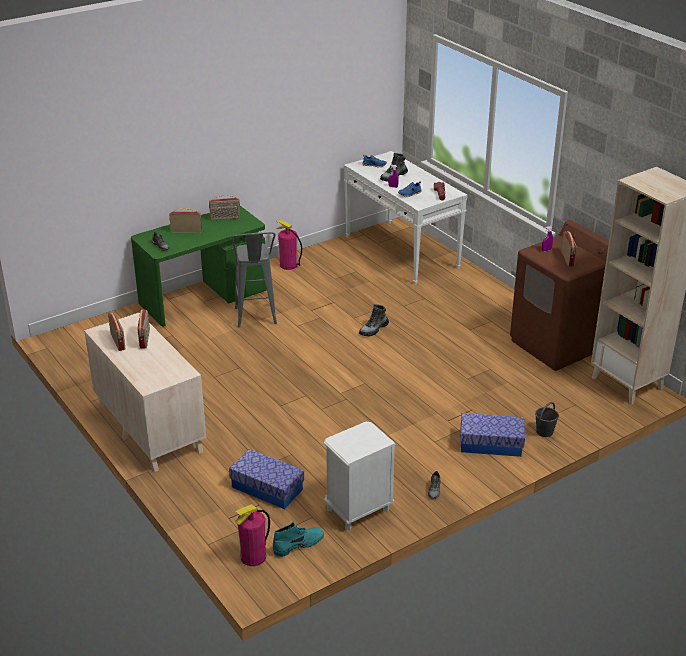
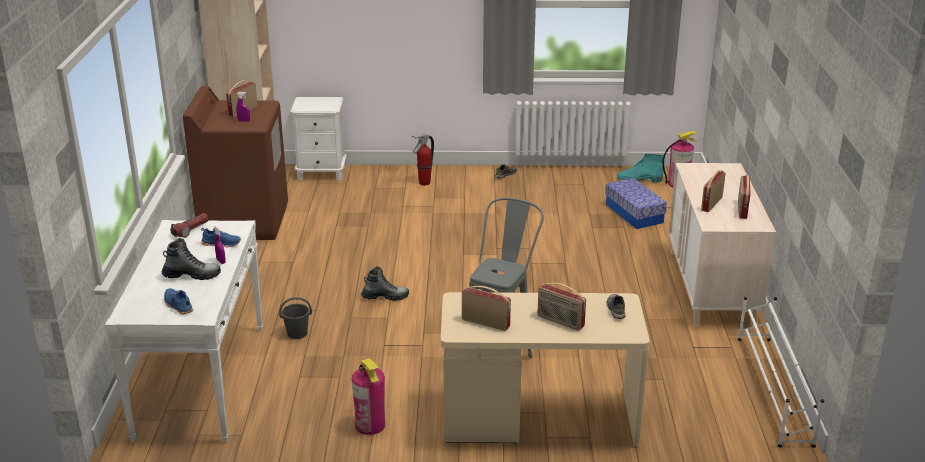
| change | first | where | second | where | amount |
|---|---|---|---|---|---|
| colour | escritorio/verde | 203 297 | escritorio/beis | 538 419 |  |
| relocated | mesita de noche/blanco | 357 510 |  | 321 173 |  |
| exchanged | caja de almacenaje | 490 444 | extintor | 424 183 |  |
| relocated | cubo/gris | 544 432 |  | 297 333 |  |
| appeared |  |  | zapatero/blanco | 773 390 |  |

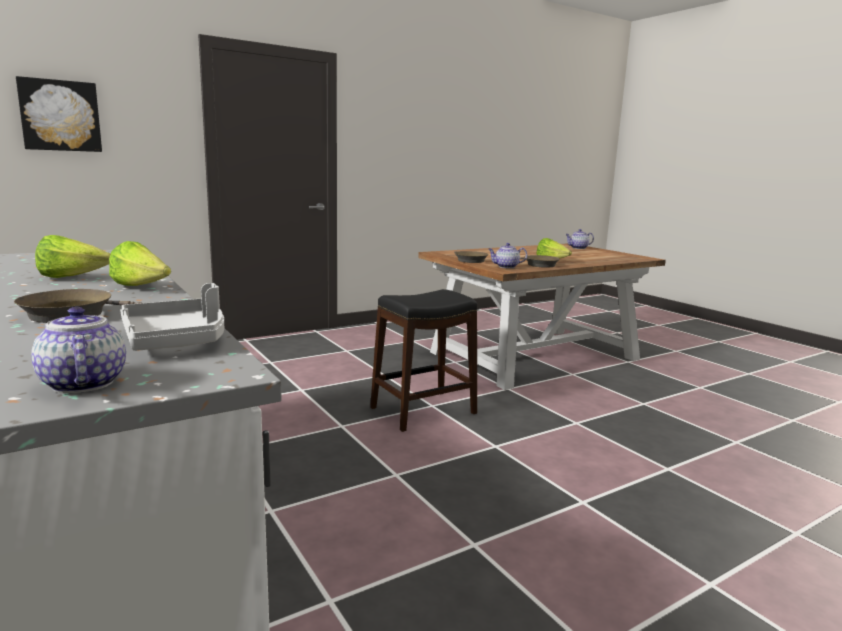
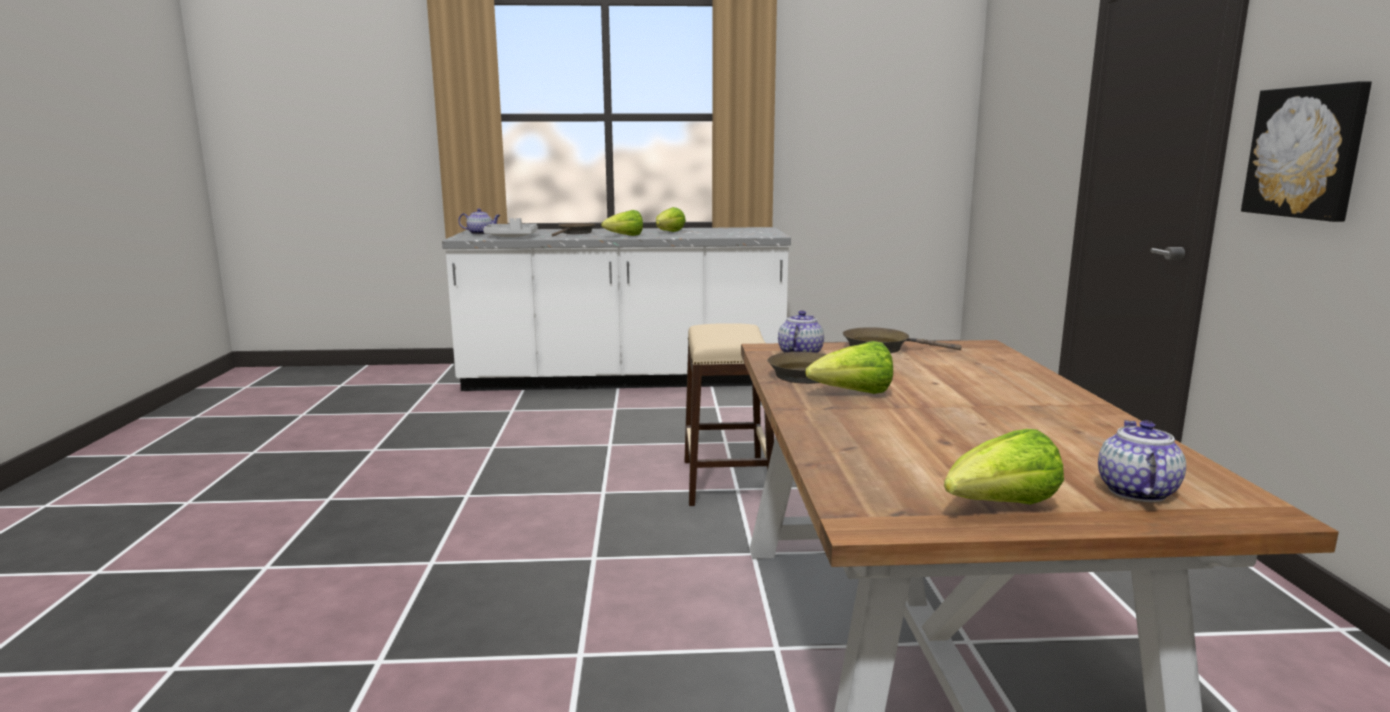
| change | first | where | second | where | amount |
|---|---|---|---|---|---|
| relocated | cuadro | 60 116 |  | 1307 152 |  |
| colour | taburete/negro | 422 410 | taburete/beis | 727 481 |  |
| appeared |  |  | lechuga | 1001 507 |  |

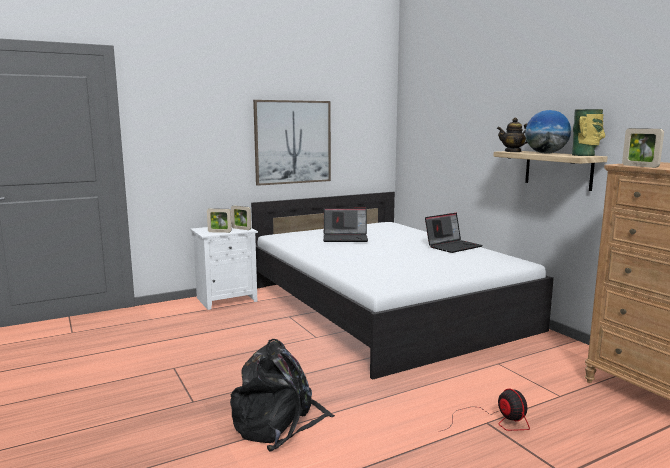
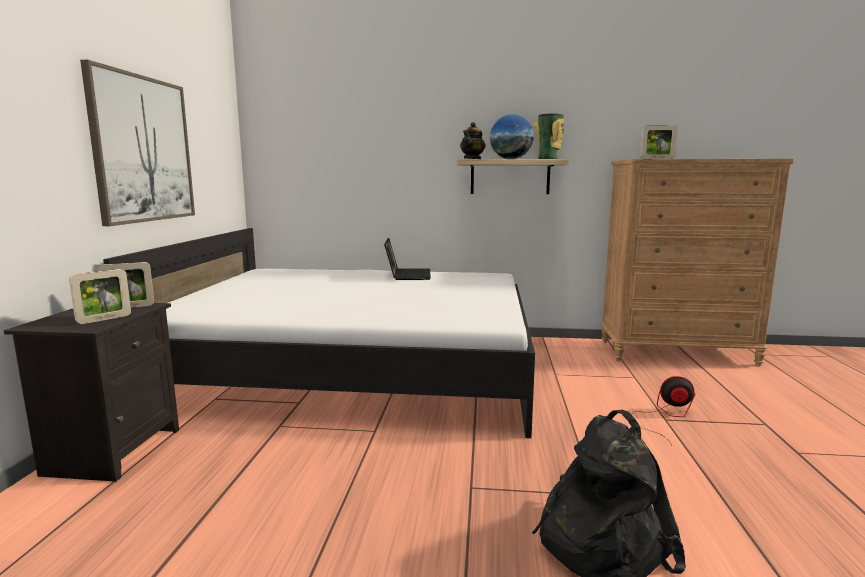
| change | first | where | second | where | amount |
|---|---|---|---|---|---|
| colour | mesita de noche/blanco | 227 299 | mesita de noche/negro | 113 450 |  |
| missing | portátil | 346 238 |  |  |  |

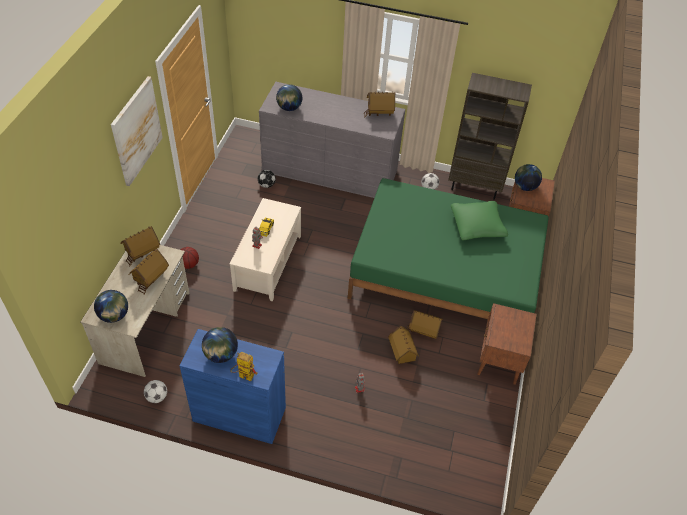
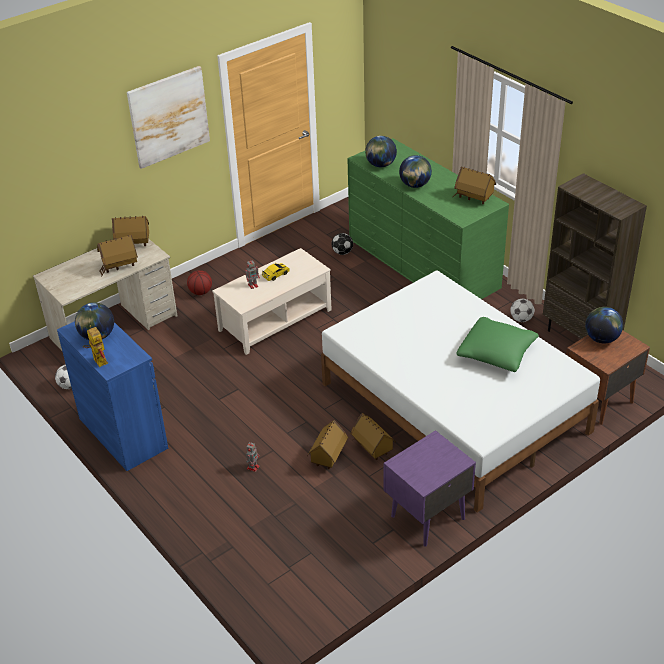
| change | first | where | second | where | amount |
|---|---|---|---|---|---|
| relocated | globo terráqueo | 114 315 |  | 415 185 |  |
| colour | cómoda/gris | 330 171 | cómoda/verde | 423 263 |  |
| colour | cama/verde | 445 274 | cama/blanco | 453 407 |  |
| colour | mesita de noche/marrón | 498 363 | mesita de noche/morado | 426 517 |  |

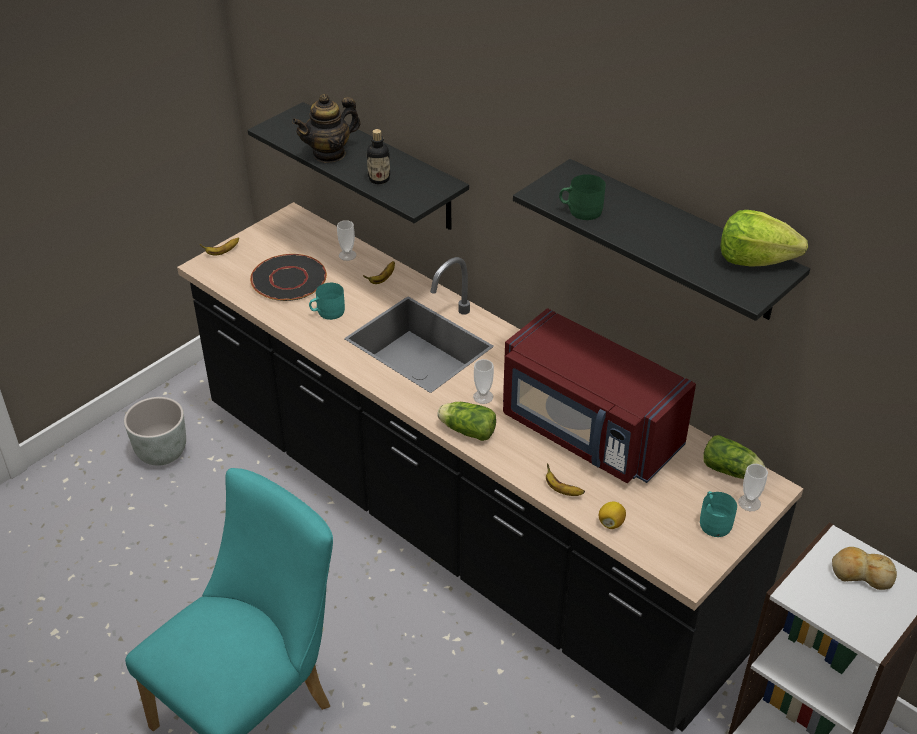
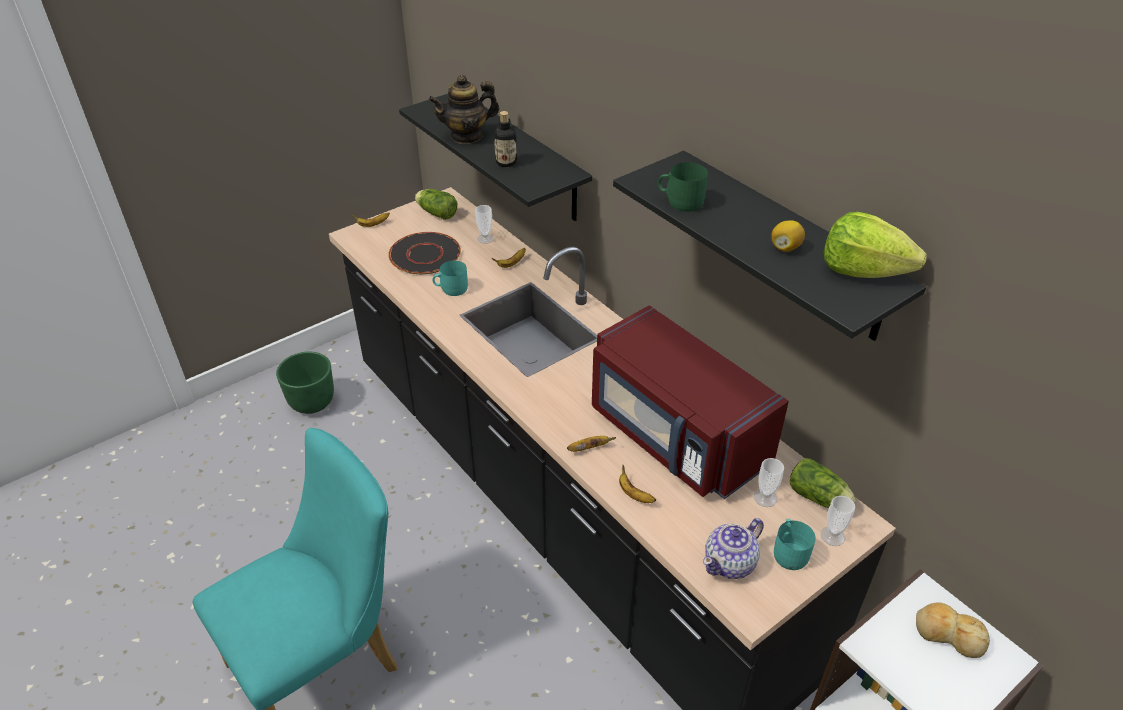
| change | first | where | second | where | amount |
|---|---|---|---|---|---|
| colour | maceta/gris | 162 453 | maceta/verde | 313 402 |  |
| relocated | lechuga | 466 430 |  | 436 212 |  |
| relocated | taza | 483 397 |  | 765 498 |  |
| relocated | limón | 611 523 |  | 785 248 |  |
| appeared |  |  | plátano | 589 448 |  |
| appeared |  |  | tetera | 730 563 |  |

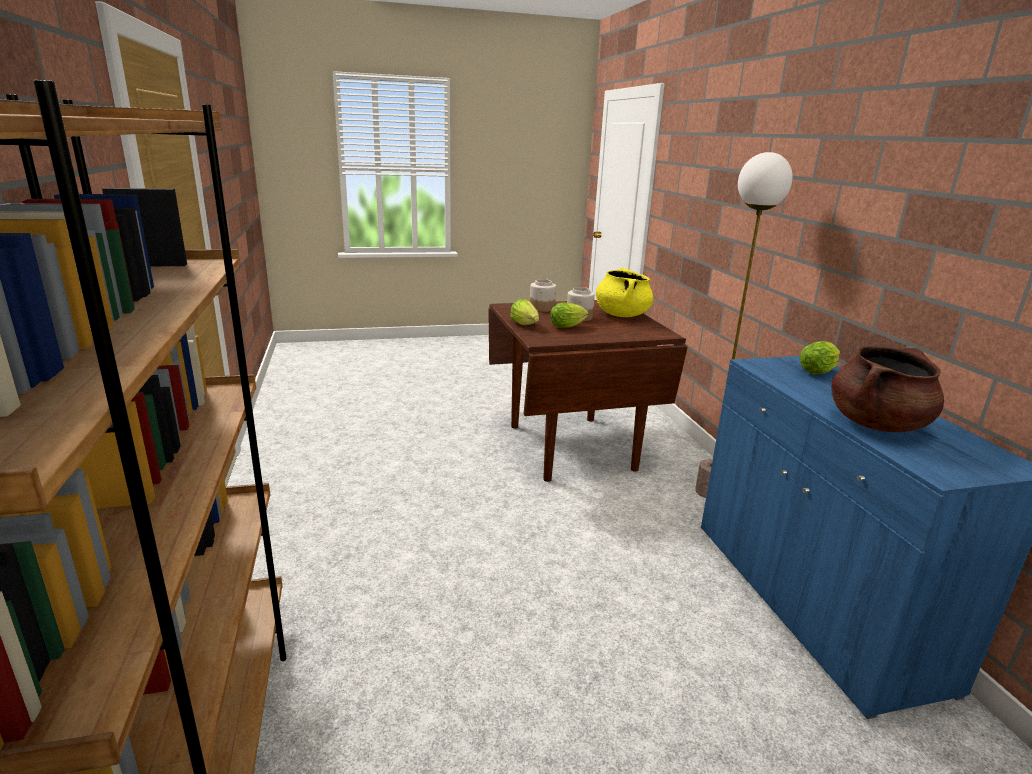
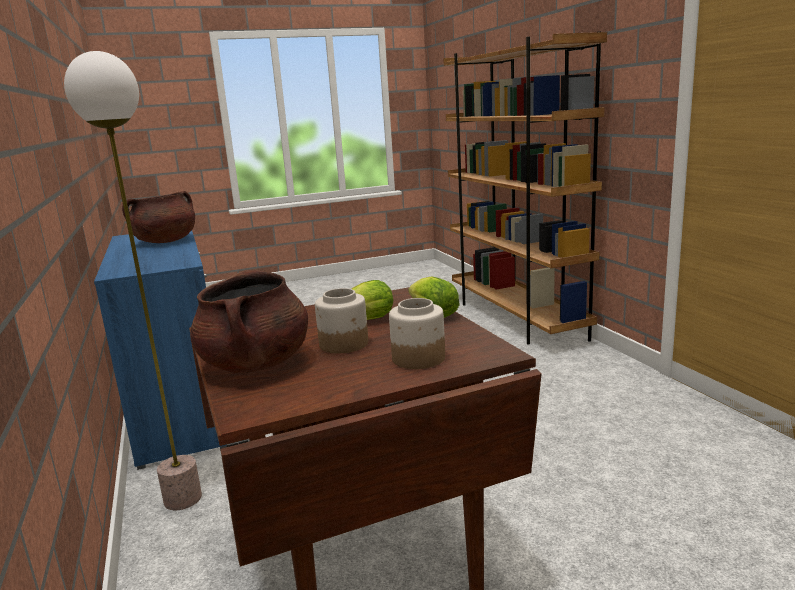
| change | first | where | second | where | amount |
|---|---|---|---|---|---|
| colour | olla/amarillo | 622 315 | olla/marrón | 256 364 |  |
| missing | lechuga | 819 371 |  |  |  |

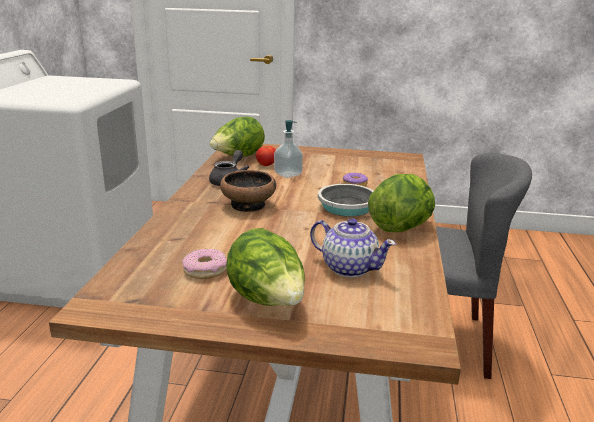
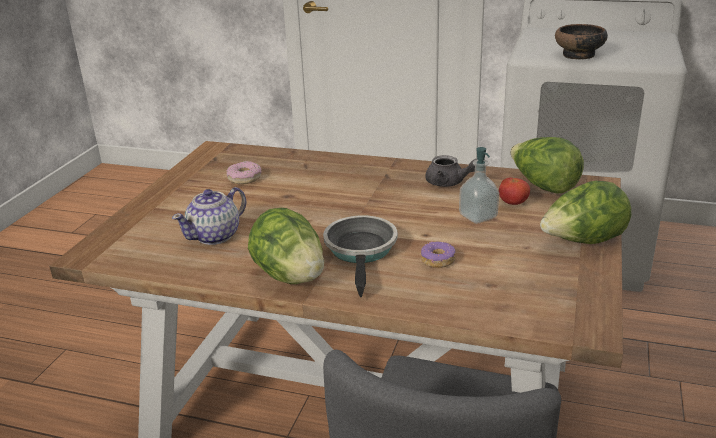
| change | first | where | second | where | amount |
|---|---|---|---|---|---|
| relocated | cuenco | 249 205 |  | 578 55 |  |
| relocated | lechuga | 268 301 |  | 582 242 |  |

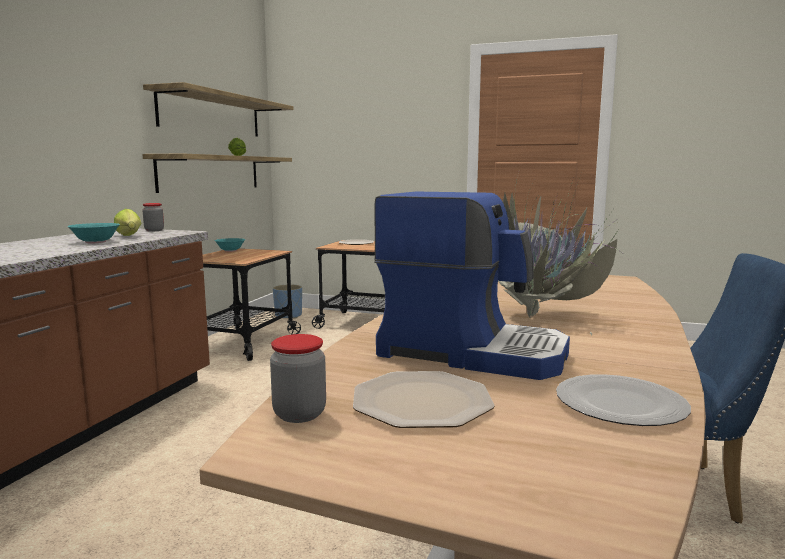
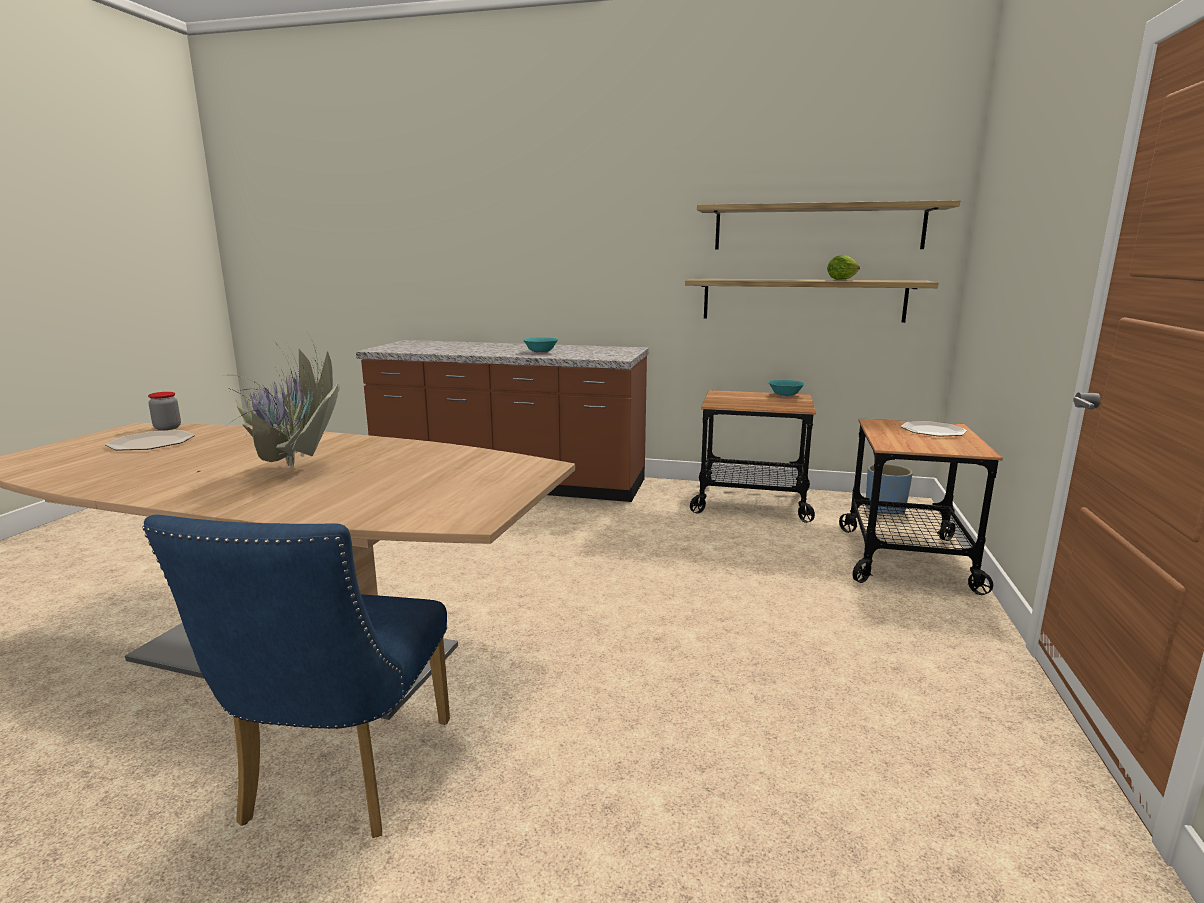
| change | first | where | second | where | amount |
|---|---|---|---|---|---|
| missing | lechuga | 129 236 |  |  |  |
| missing | tarro | 154 230 |  |  |  |
| missing | cafetera | 472 352 |  |  |  |
| missing | plato | 618 404 |  |  |  |

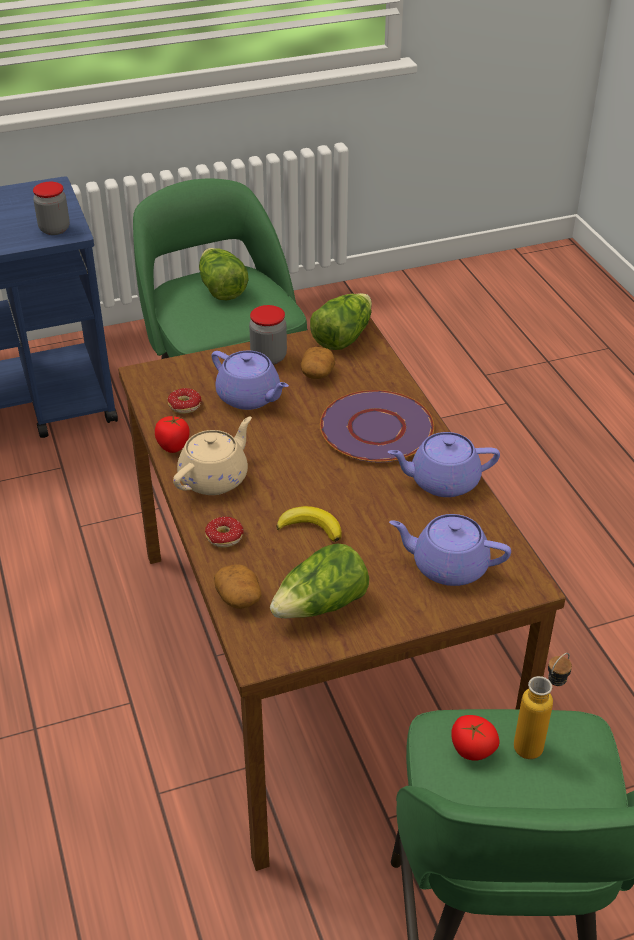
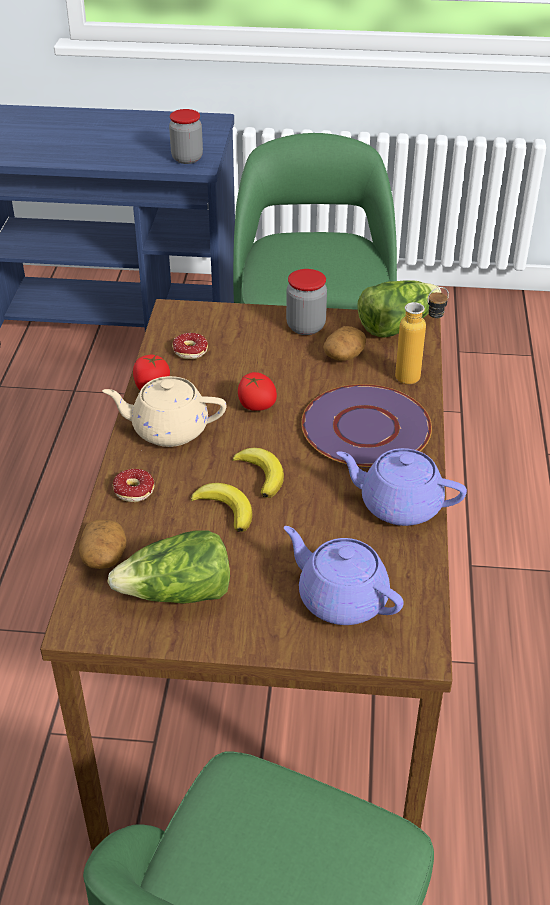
| change | first | where | second | where | amount |
|---|---|---|---|---|---|
| spun | tetera/beis | 215 478 |  | 168 429 | 150 degrees counterclockwise |
| missing | lechuga | 221 288 |  |  |  |
| missing | tetera/morado | 250 397 |  |  |  |
| relocated | tomate | 471 749 |  | 256 405 |  |
| relocated | botella | 536 741 |  | 417 376 |  |
| appeared |  |  | plátano | 261 474 |  |

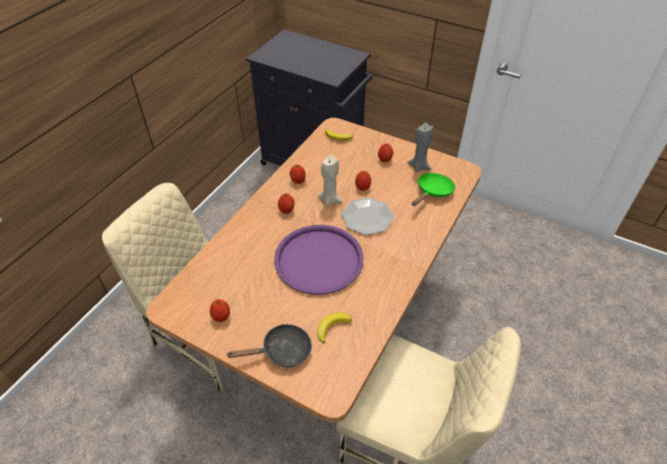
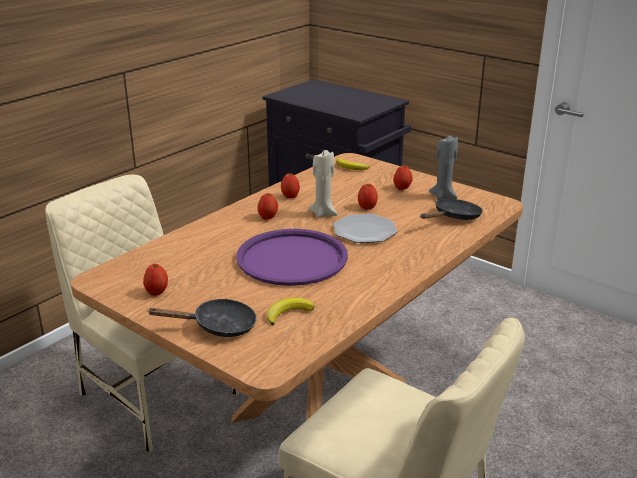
| change | first | where | second | where | amount |
|---|---|---|---|---|---|
| colour | sartén/verde | 433 192 | sartén/negro | 454 217 |  |

